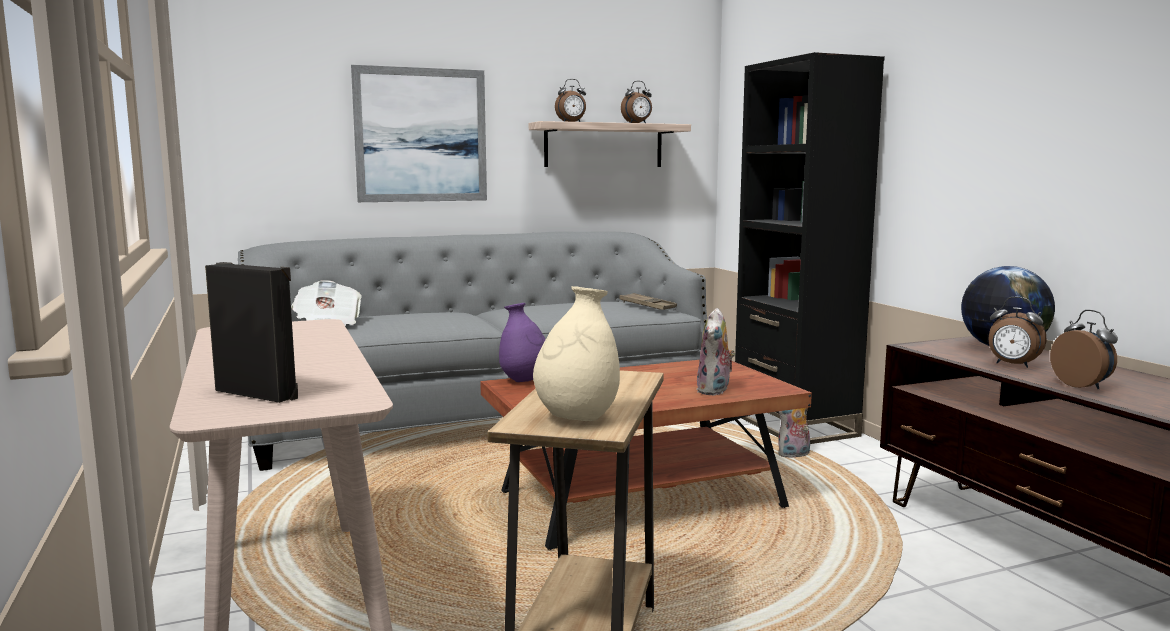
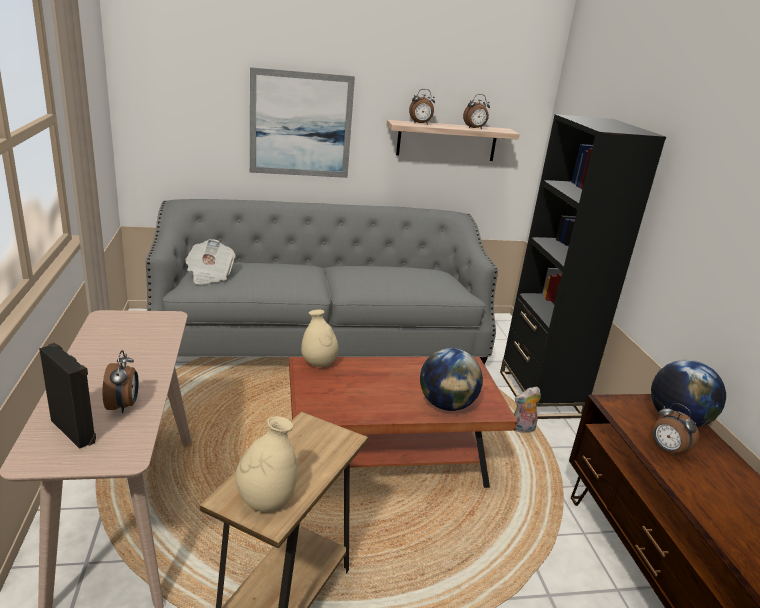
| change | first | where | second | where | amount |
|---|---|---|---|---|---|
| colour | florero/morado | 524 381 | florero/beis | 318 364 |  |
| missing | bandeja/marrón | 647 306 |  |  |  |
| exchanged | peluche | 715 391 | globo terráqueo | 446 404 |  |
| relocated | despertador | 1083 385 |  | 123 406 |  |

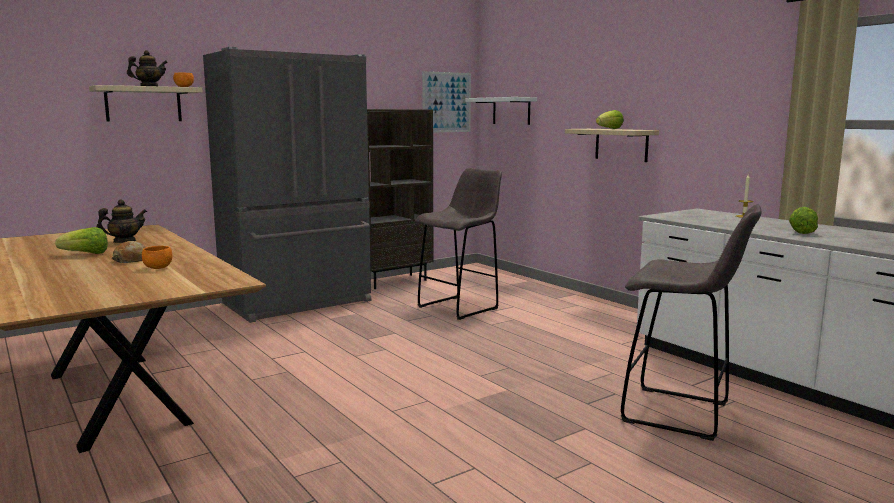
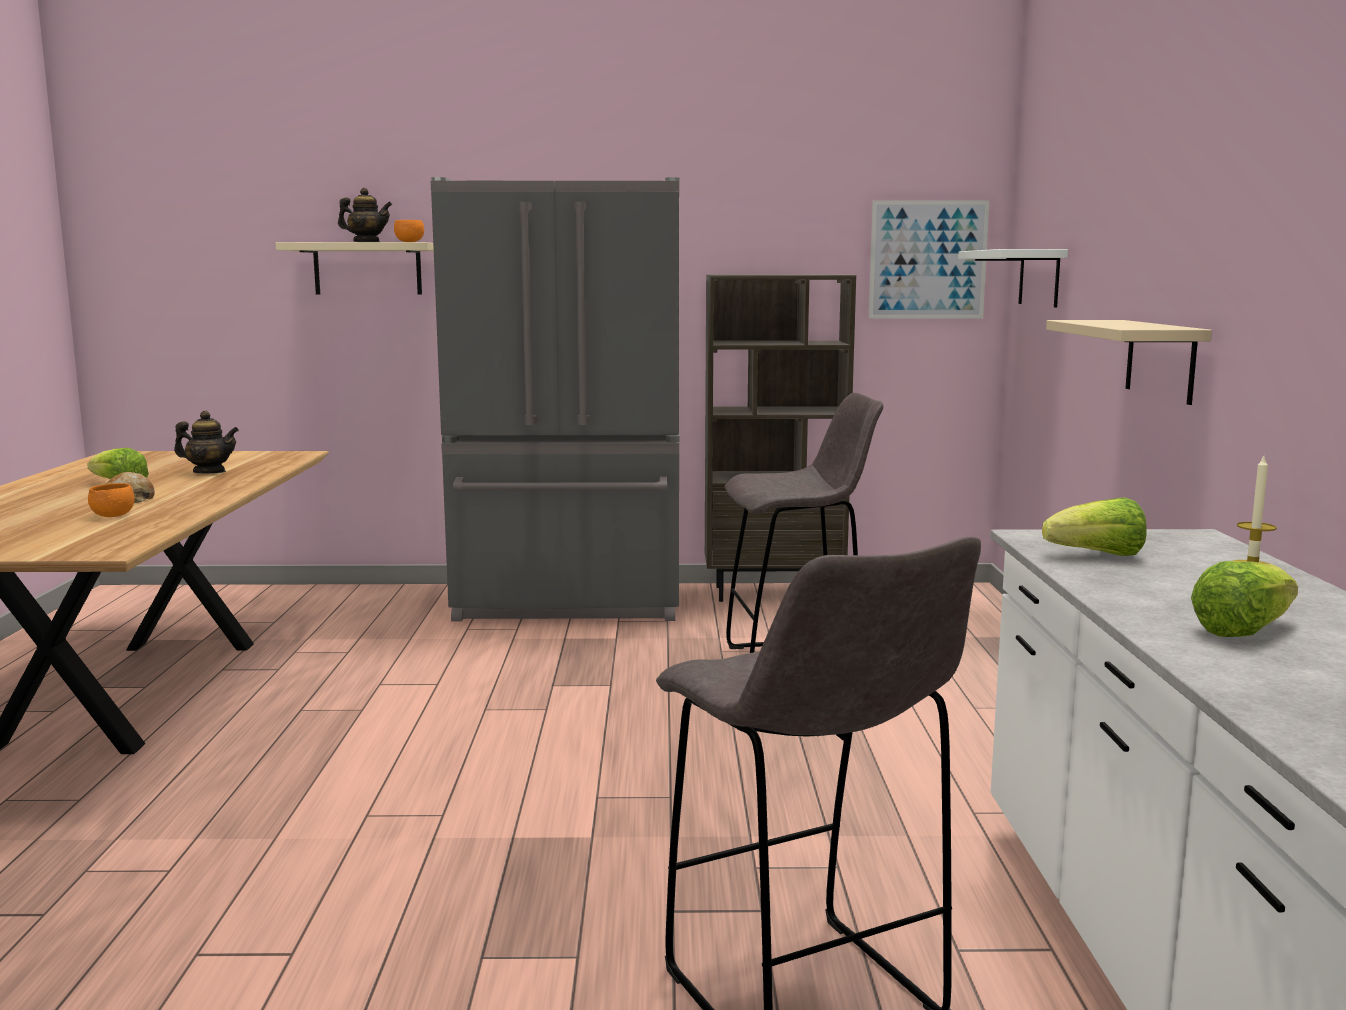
| change | first | where | second | where | amount |
|---|---|---|---|---|---|
| relocated | lechuga | 609 129 |  | 1098 555 |  |

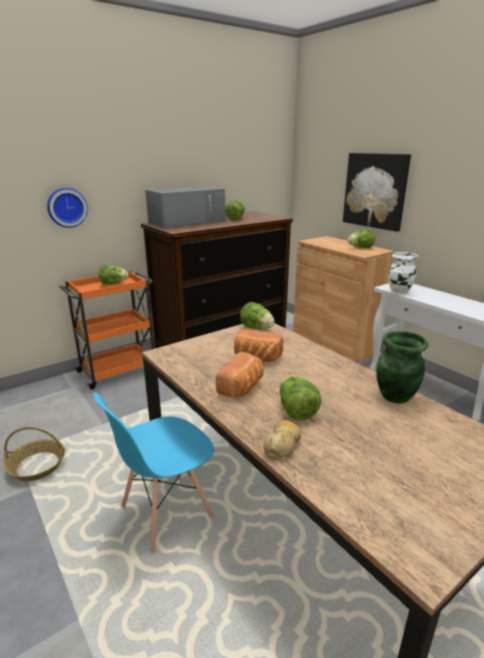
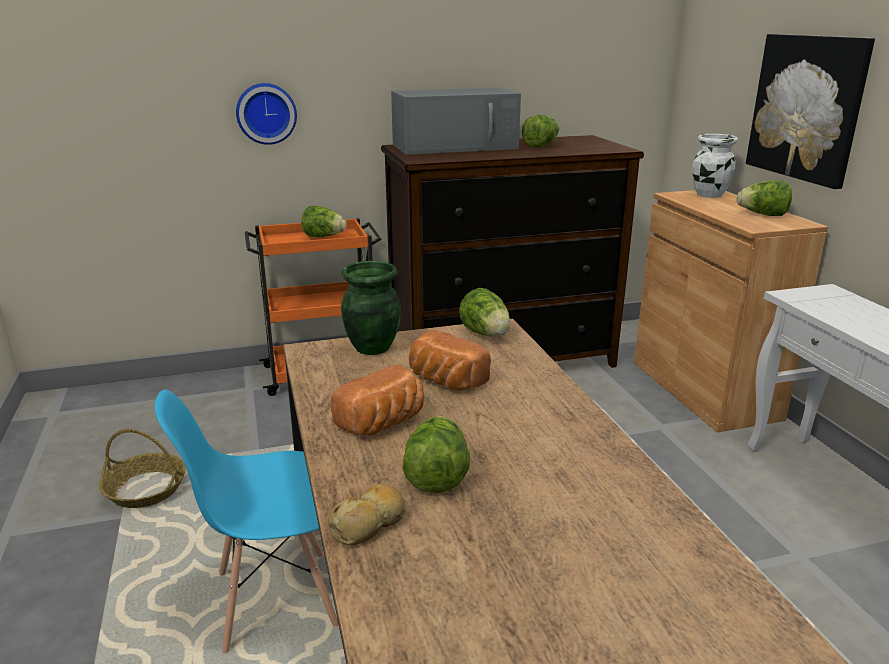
| change | first | where | second | where | amount |
|---|---|---|---|---|---|
| relocated | florero/verde | 395 396 |  | 372 348 |  |
| relocated | florero/blanco | 399 291 |  | 709 195 |  |

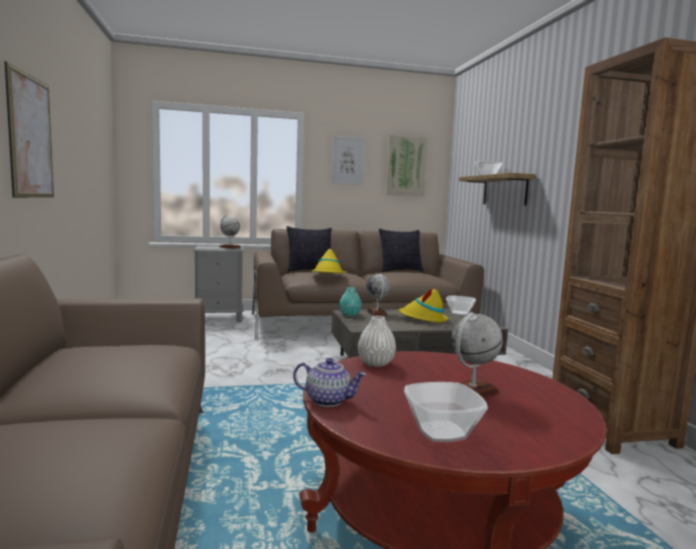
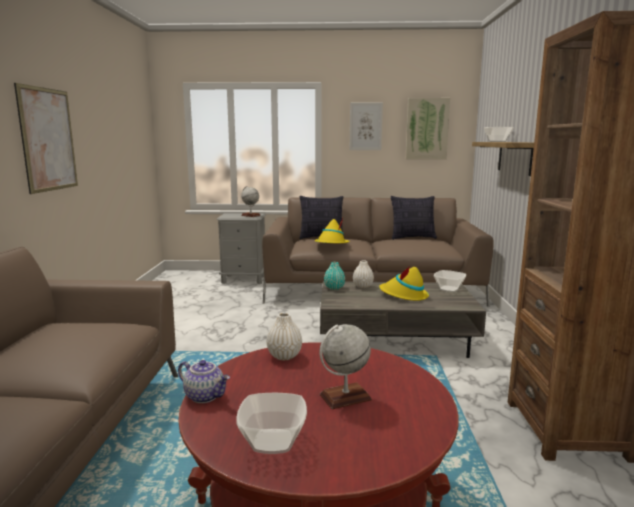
| change | first | where | second | where | amount |
|---|---|---|---|---|---|
| exchanged | globo terráqueo | 377 313 | florero/blanco | 363 286 |  |

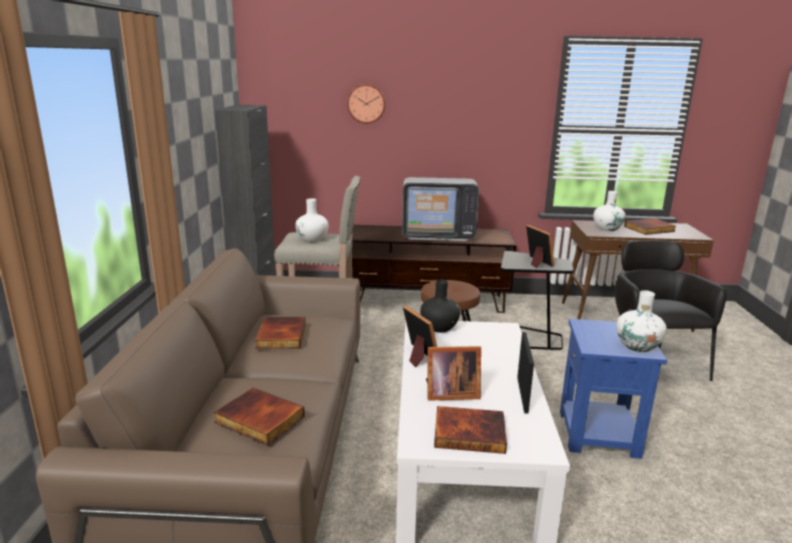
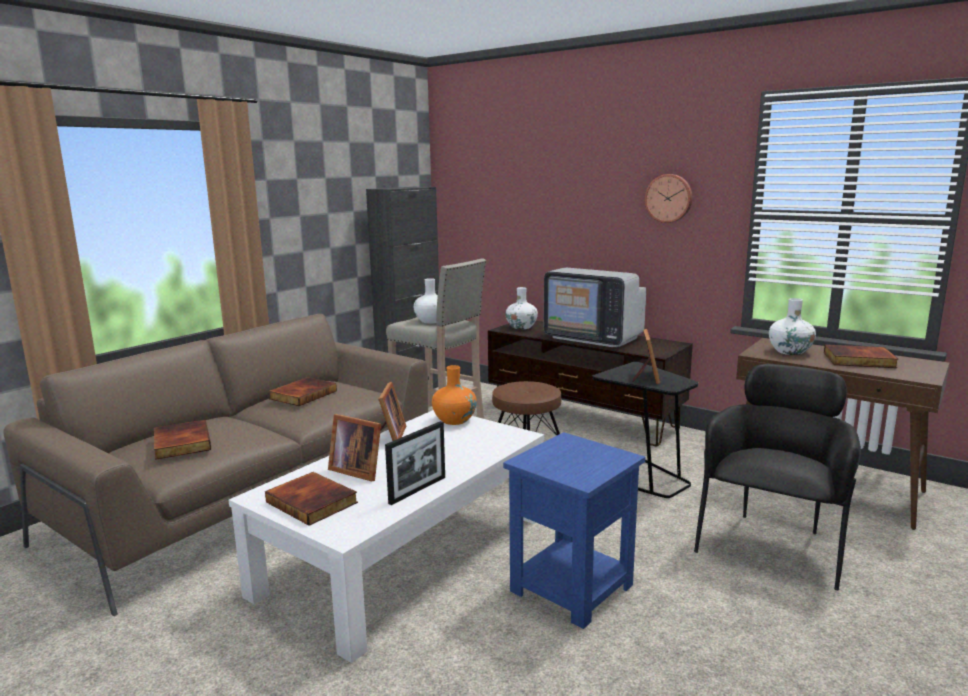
| change | first | where | second | where | amount |
|---|---|---|---|---|---|
| relocated | reloj de pared | 366 103 |  | 669 198 |  |
| colour | florero/negro | 439 327 | florero/naranja | 454 420 |  |
| relocated | florero/blanco | 637 346 |  | 521 327 |  |

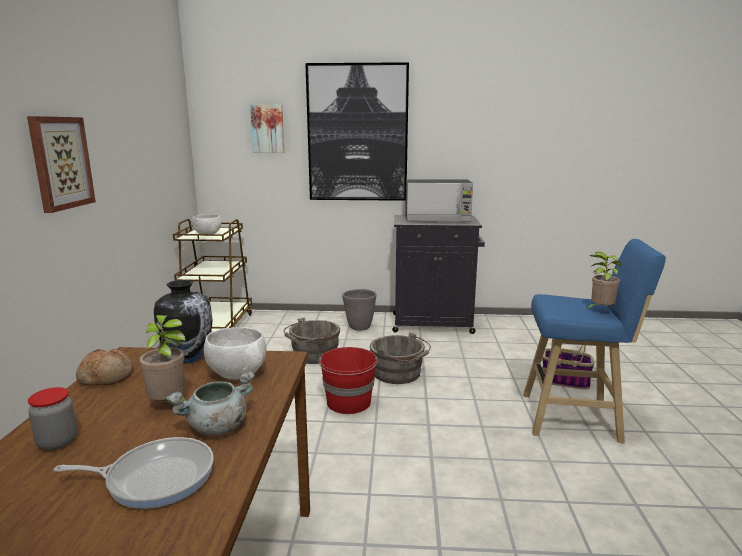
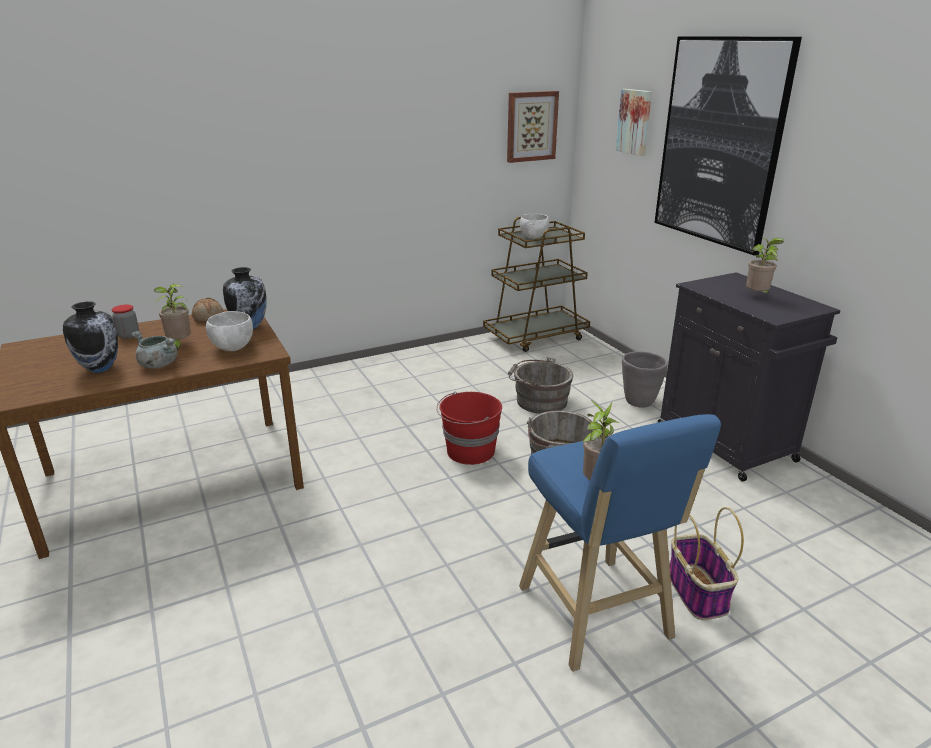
| change | first | where | second | where | amount |
|---|---|---|---|---|---|
| relocated | cuadro | 60 163 |  | 531 126 |  |
| exchanged | sartén | 155 477 | florero | 100 368 |  |
| exchanged | microondas | 437 219 | planta en maceta | 757 296 |  |

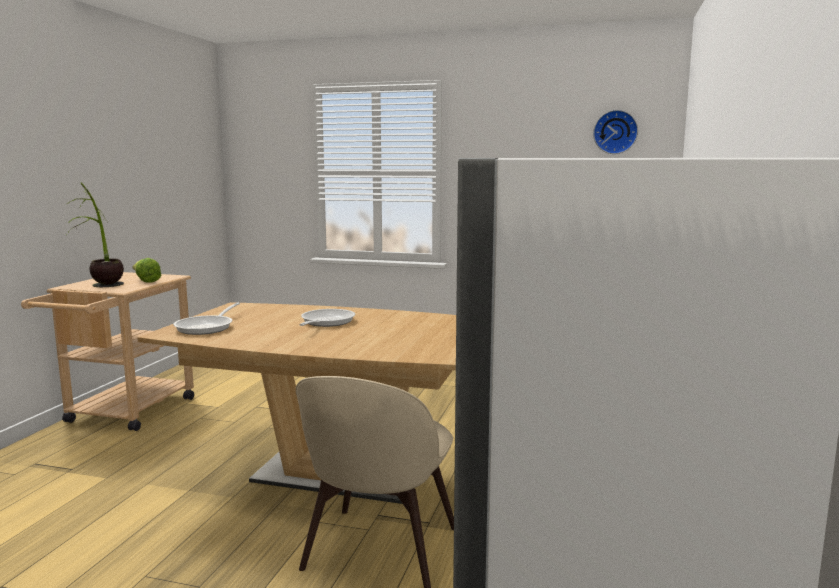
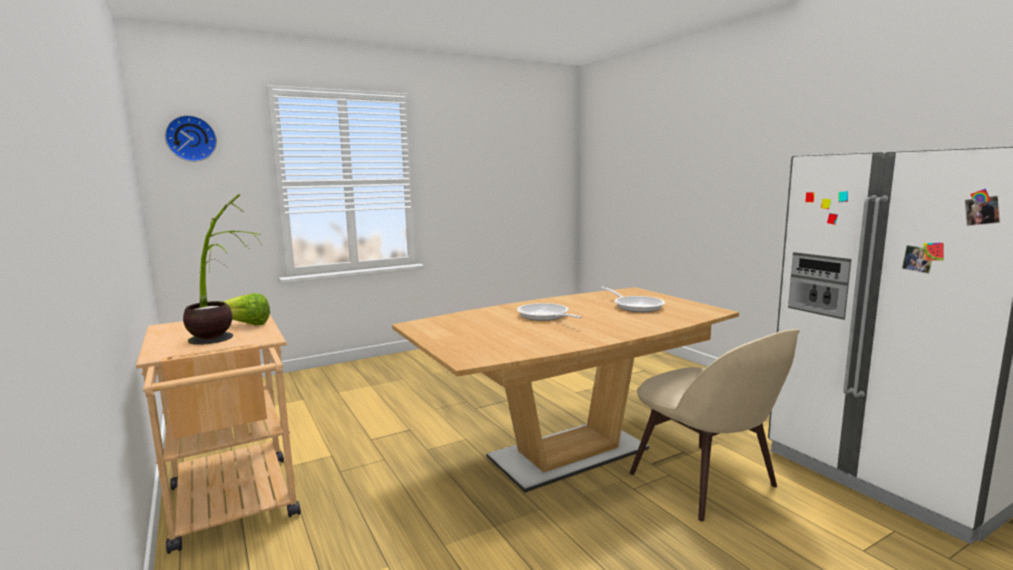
| change | first | where | second | where | amount |
|---|---|---|---|---|---|
| relocated | sartén | 207 327 |  | 635 306 |  |
| relocated | reloj de pared | 615 132 |  | 191 138 |  |

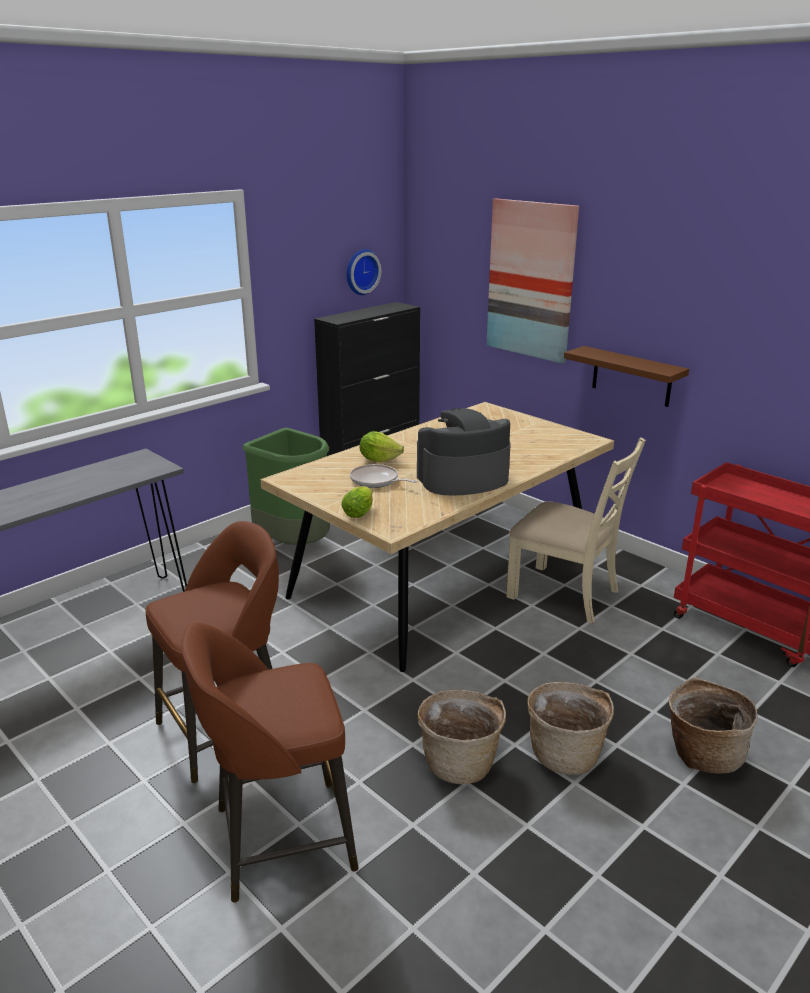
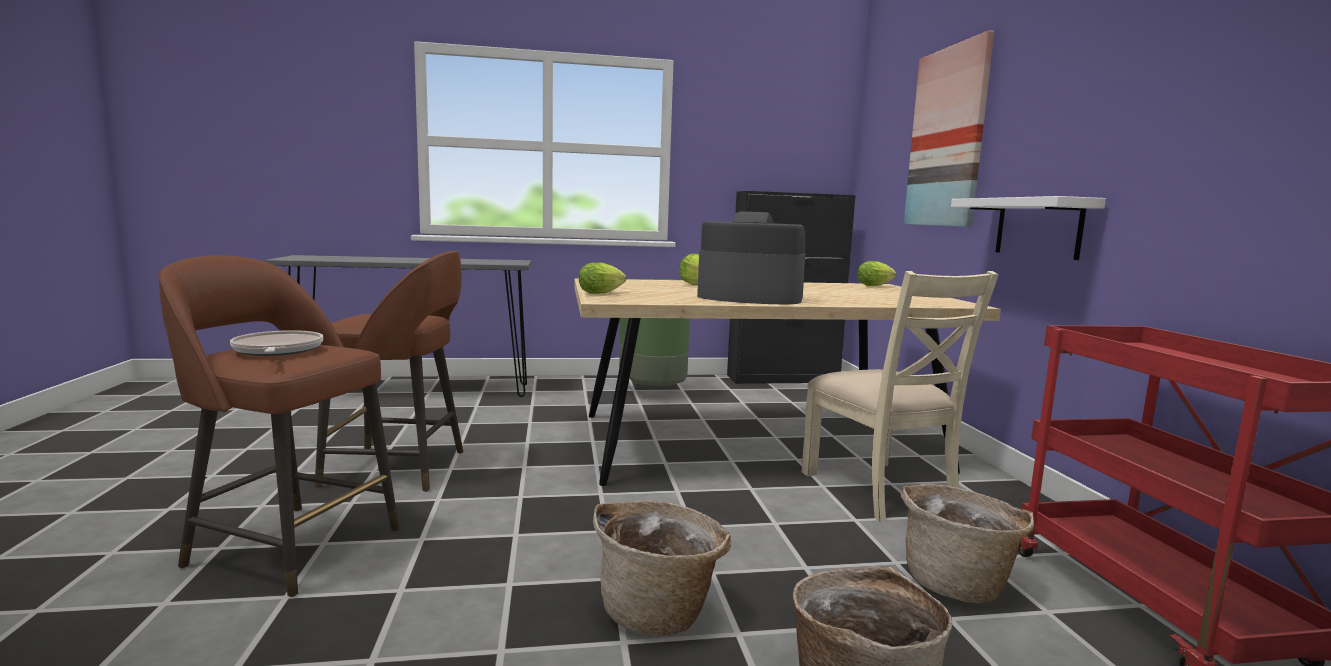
| change | first | where | second | where | amount |
|---|---|---|---|---|---|
| missing | reloj de pared | 360 271 |  |  |  |
| relocated | sartén | 376 481 |  | 277 351 |  |
| relocated | cesta | 460 761 |  | 957 583 |  |
| colour | estante/marrón | 631 376 | estante/blanco | 1038 227 |  |
| appeared |  |  | lechuga | 876 286 |  |

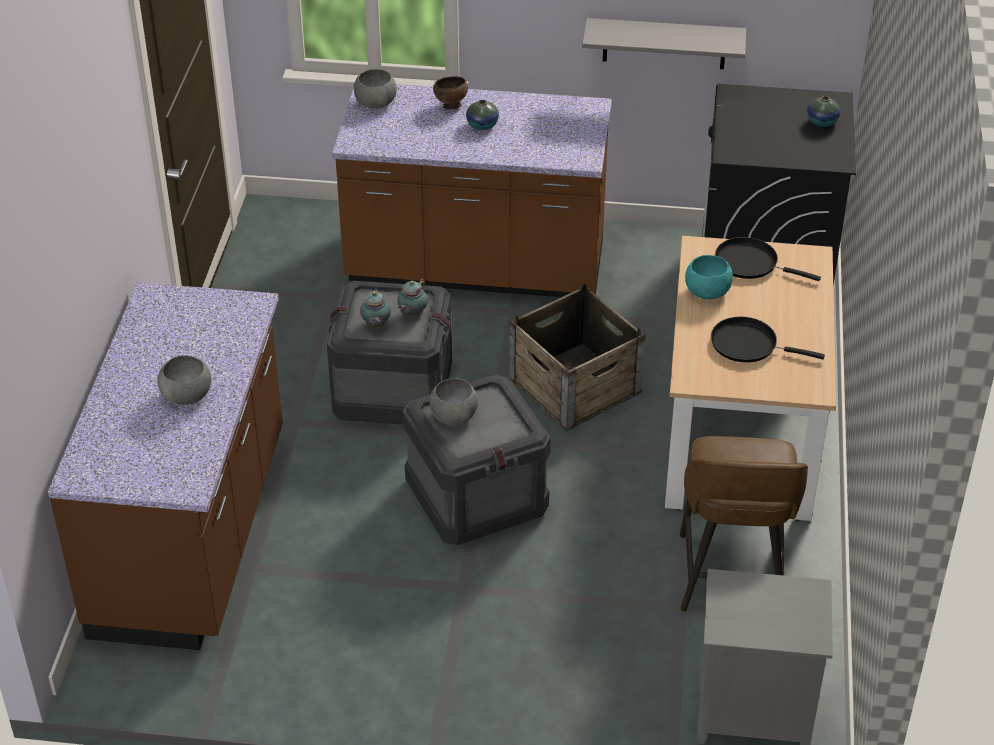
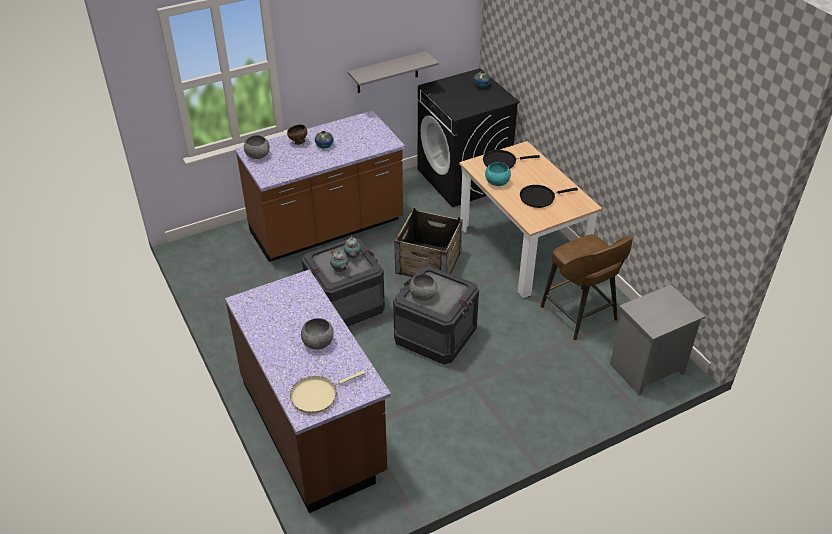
| change | first | where | second | where | amount |
|---|---|---|---|---|---|
| appeared |  |  | sartén/beis | 317 395 |  |

